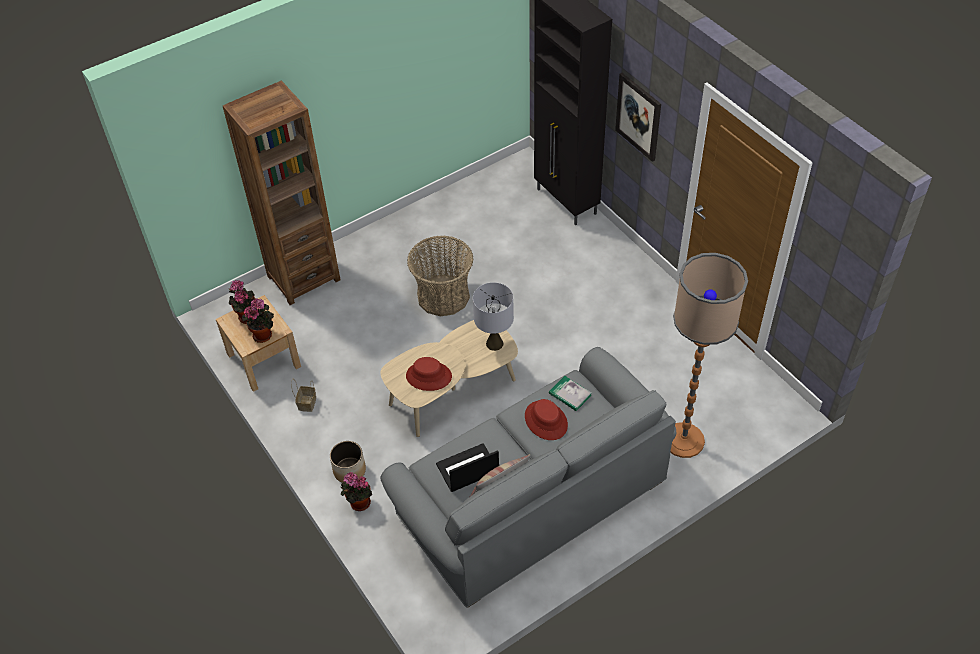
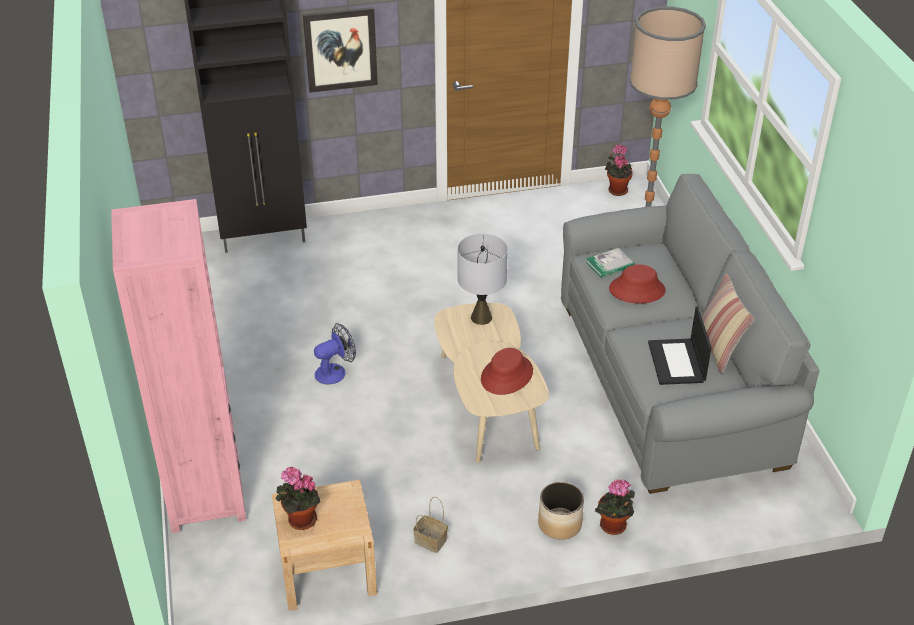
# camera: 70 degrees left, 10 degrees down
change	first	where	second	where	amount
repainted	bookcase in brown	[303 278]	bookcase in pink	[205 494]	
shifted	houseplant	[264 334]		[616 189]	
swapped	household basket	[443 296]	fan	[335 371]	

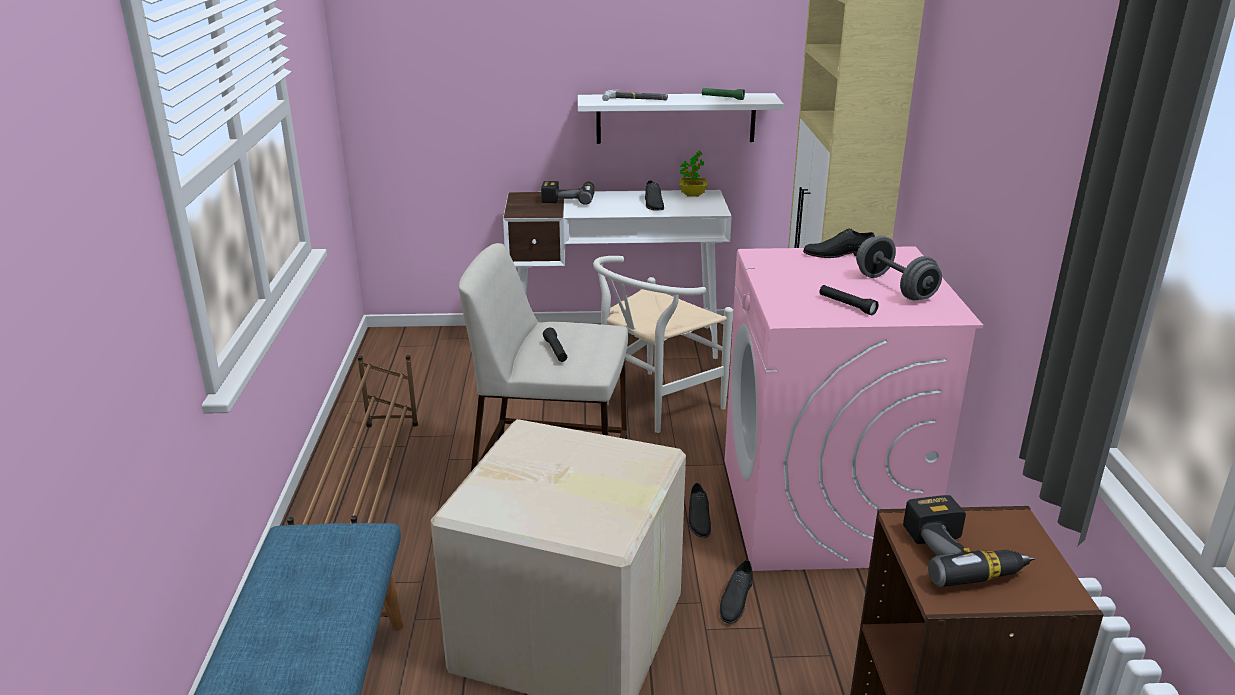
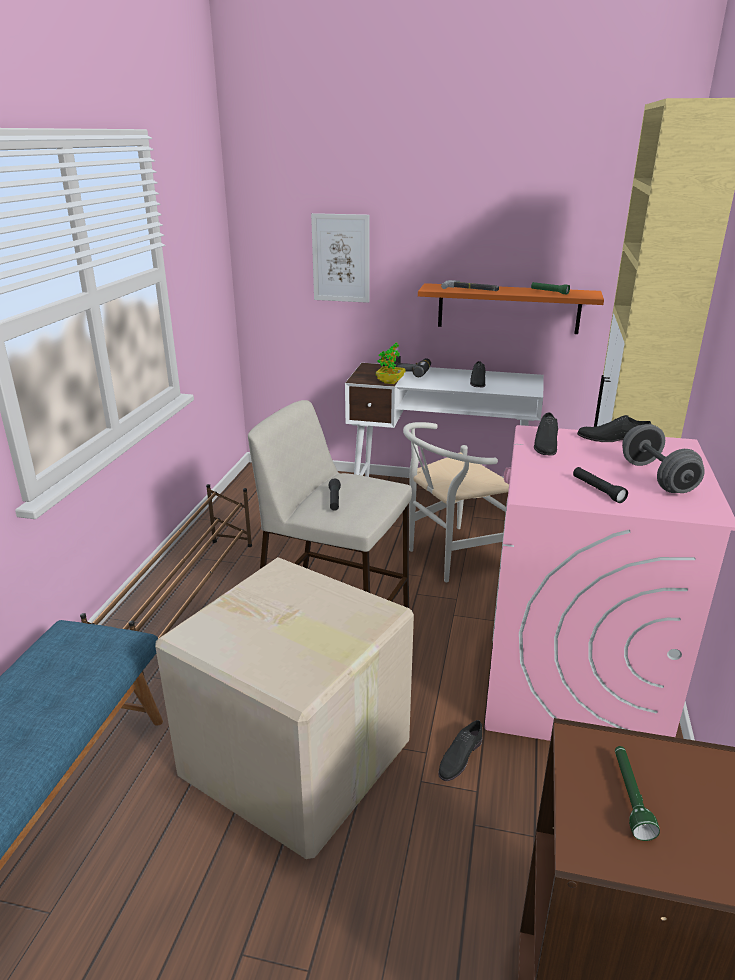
# camera: 15 degrees right, 0 degrees up
change	first	where	second	where	amount
repainted	wall shelf in white	[676 118]	wall shelf in orangey	[508 308]	
shifted	houseplant	[692 194]		[390 382]	
shifted	low shoe in black-coloured	[698 518]		[545 444]	
swapped	electric drill	[961 555]	hand torch in green	[630 797]	
new			wall picture	[341 258]	

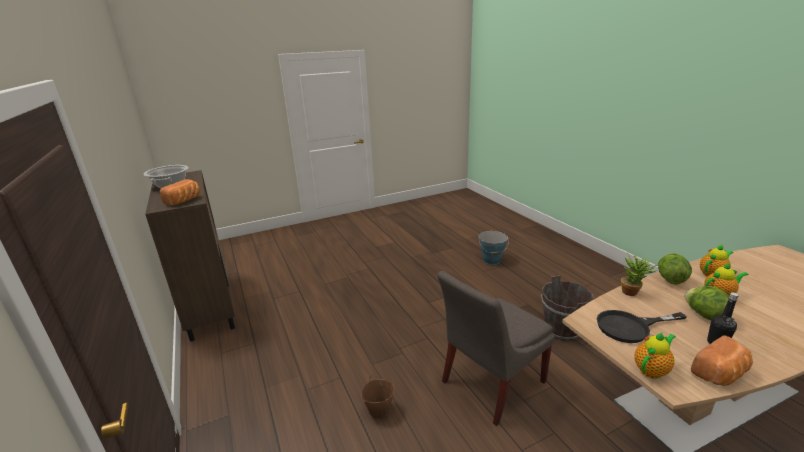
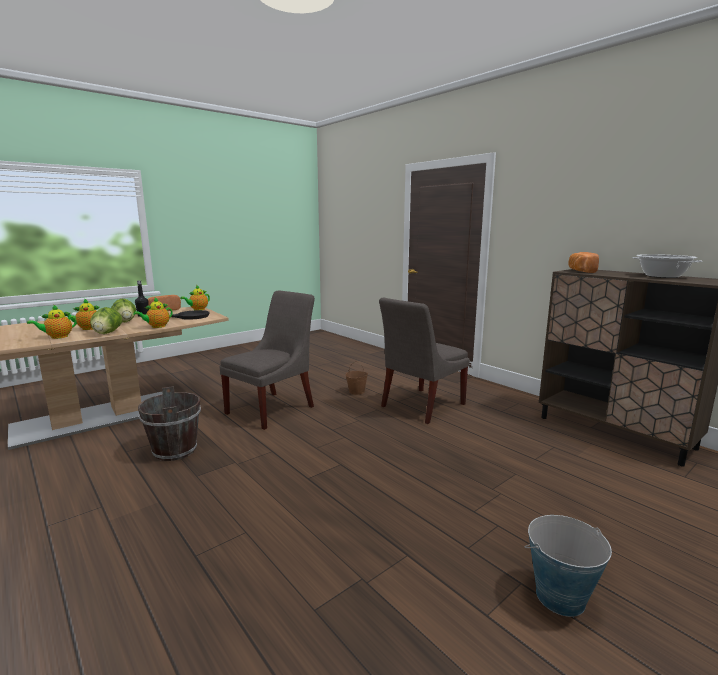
# camera: 165 degrees right, 10 degrees down
change	first	where	second	where	amount
shifted	bucket	[491 260]		[559 597]	
swapped	houseplant	[632 292]	teapot	[157 326]	
new			plain chair in gray	[420 406]	

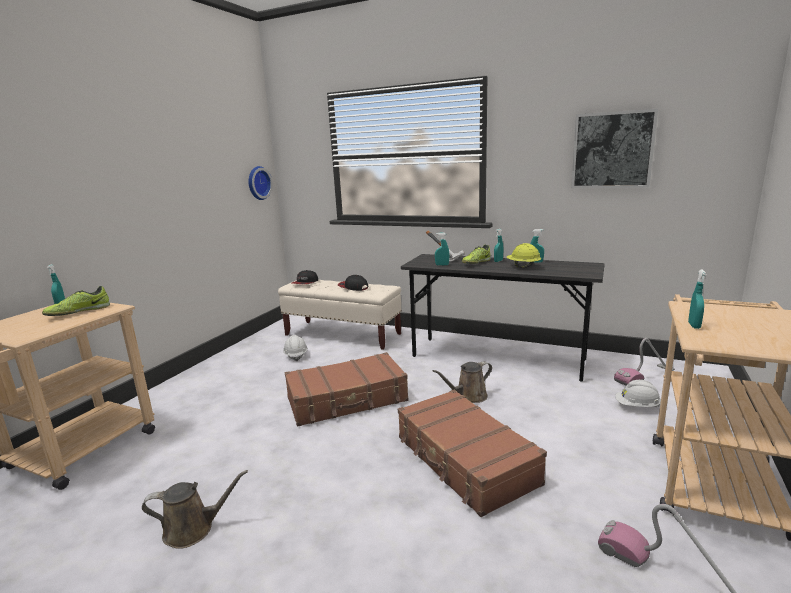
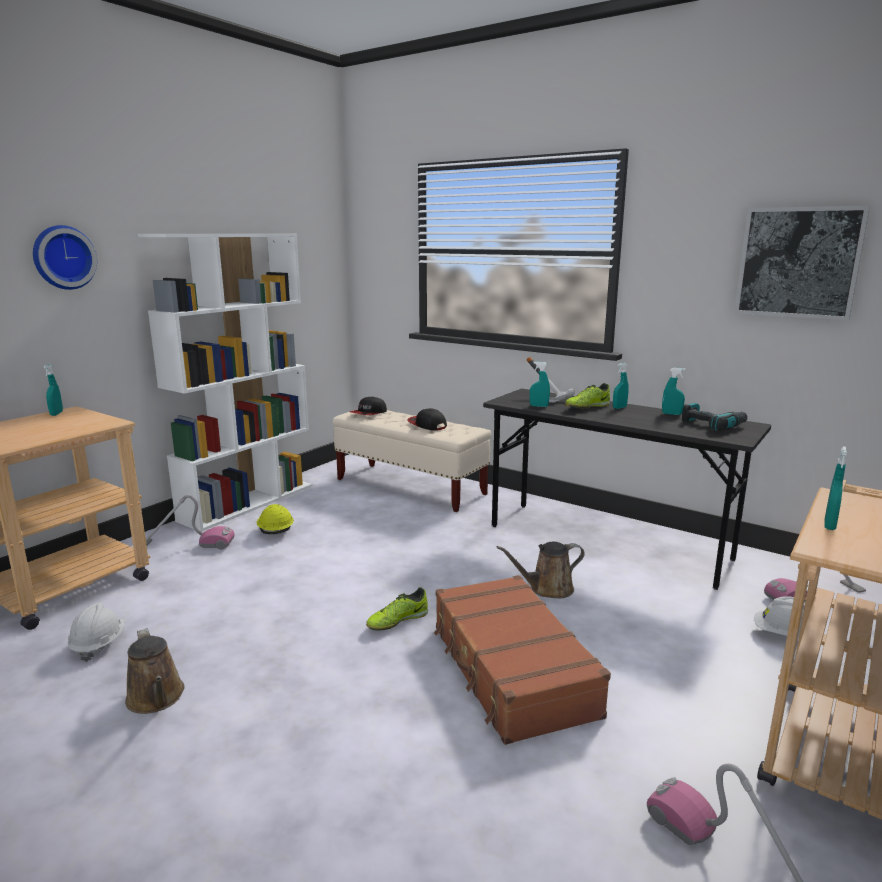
# camera: 10 degrees right, 0 degrees up
change	first	where	second	where	amount
shifted	low shoe	[78 312]		[397 621]	
rotated	watering can in brown	[193 529]		[156 698]	60 degrees clockwise
shifted	clock on the wall	[257 183]		[63 257]	
shifted	work helmet in white	[296 355]		[98 644]	
gone	travel case in brown	[347 400]			
shifted	work helmet in yellowish	[523 267]		[275 532]	
new			bookcase in white	[248 502]	
new			hoover	[186 544]	
new			electric drill	[712 425]	

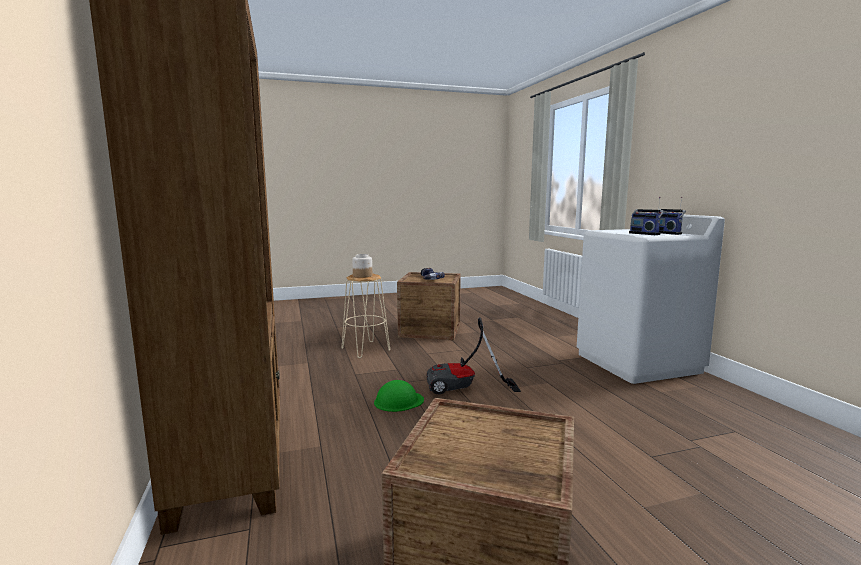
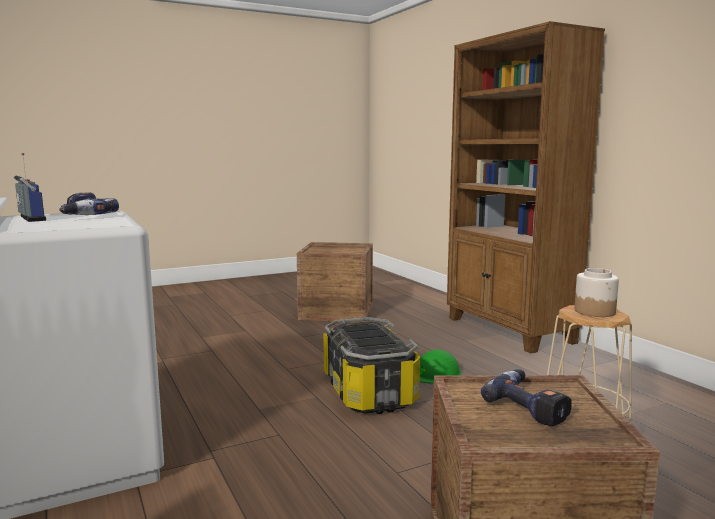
# camera: 170 degrees right, 0 degrees up
change	first	where	second	where	amount
swapped	hoover	[464 389]	storage container	[369 391]	
swapped	radio receiver	[645 234]	electric drill	[82 216]	

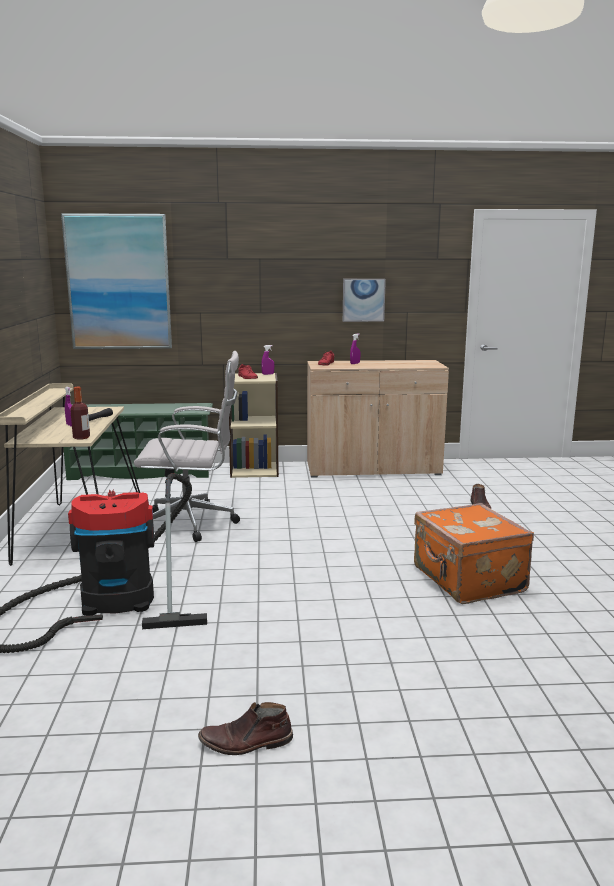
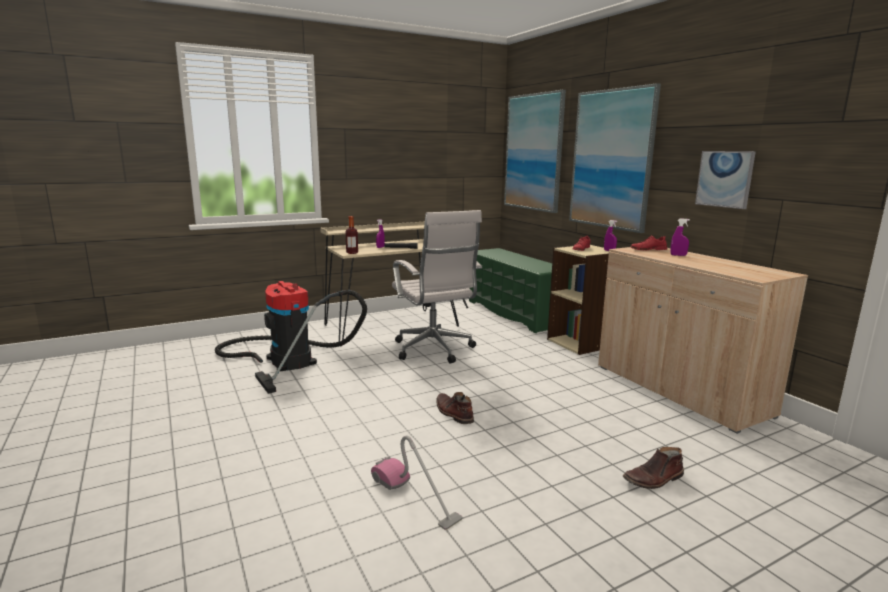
# camera: 65 degrees right, 0 degrees up
change	first	where	second	where	amount
shifted	high-top boot in brown	[246 743]		[453 413]	
swapped	travel case in orangey	[467 580]	hoover	[414 497]	
new			wall picture	[611 159]	

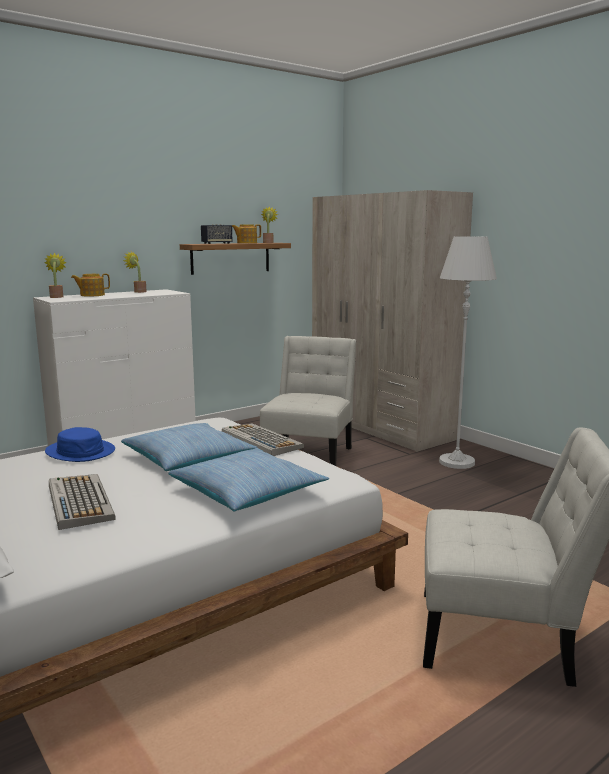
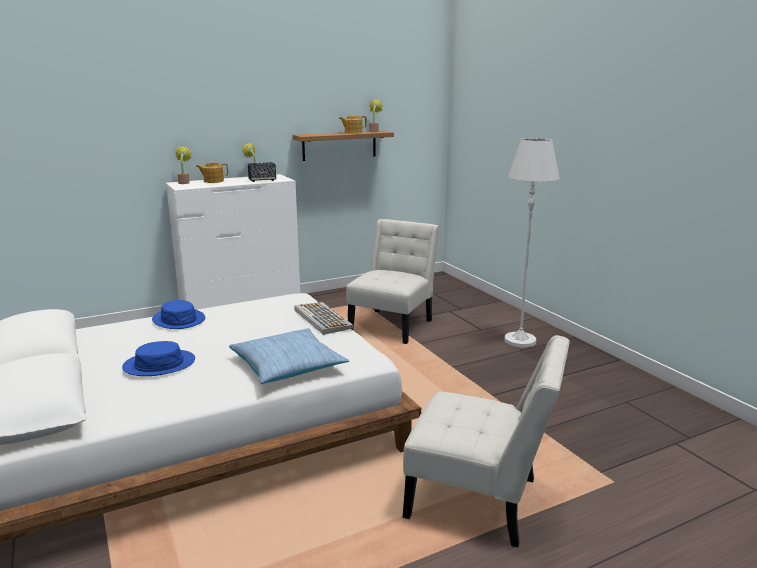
# camera: 10 degrees right, 5 degrees up
change	first	where	second	where	amount
swapped	keyboard	[79 501]	hat in bluish	[159 364]	
gone	pillow	[188 458]			
shifted	audio speaker	[216 243]		[262 180]	
gone	clothes cupboard in beige-coloured	[380 426]			

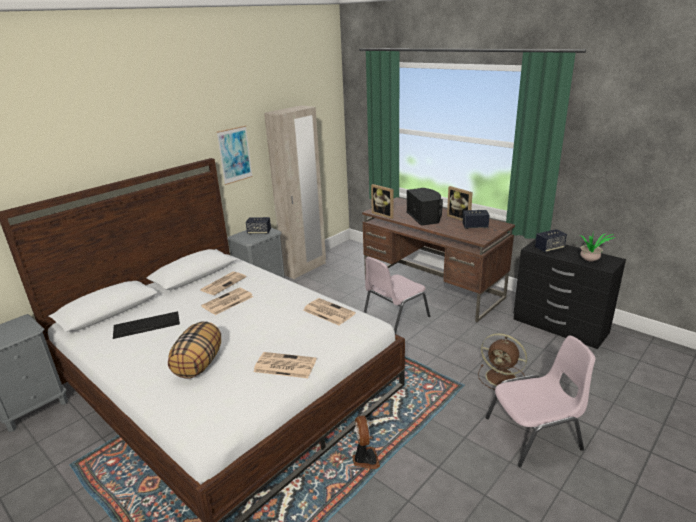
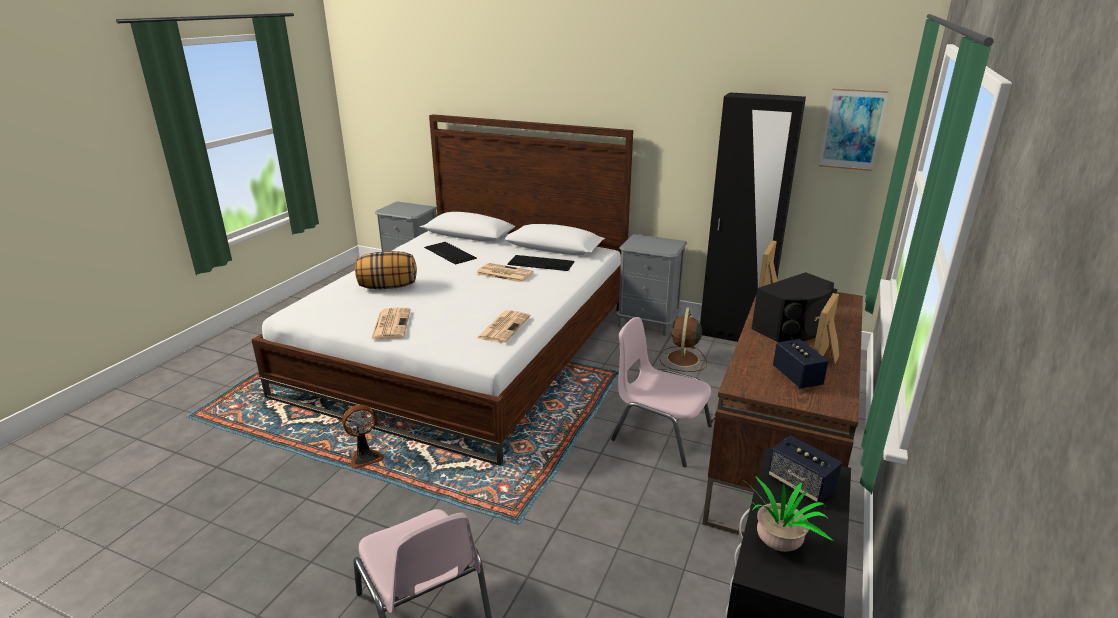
# camera: 70 degrees right, 0 degrees up
change	first	where	second	where	amount
swapped	daily paper	[223 283]	keyboard	[541 263]	
shifted	wall picture	[234 155]		[852 129]	
gone	audio speaker	[259 232]			
repainted	clothes cupboard in beige-coloured	[304 269]	clothes cupboard in black-coloured	[733 335]	
shifted	fan in brown	[502 378]		[682 359]	

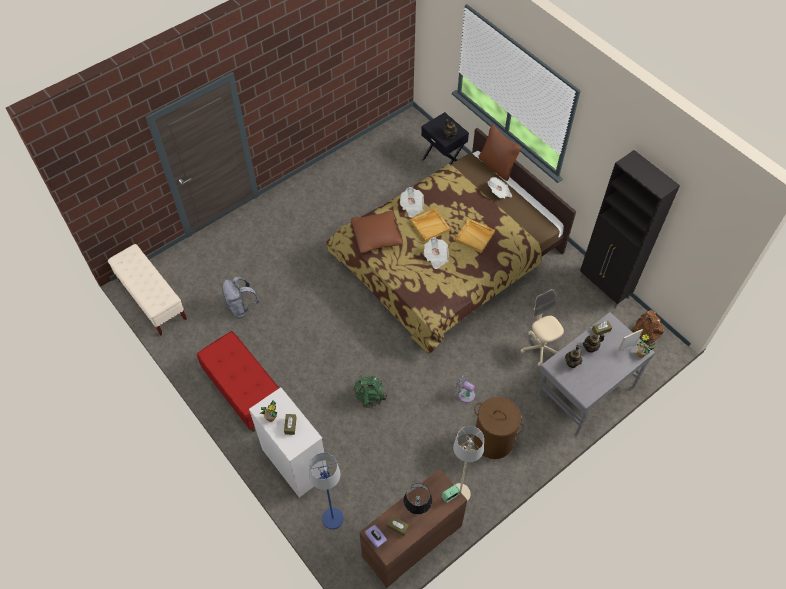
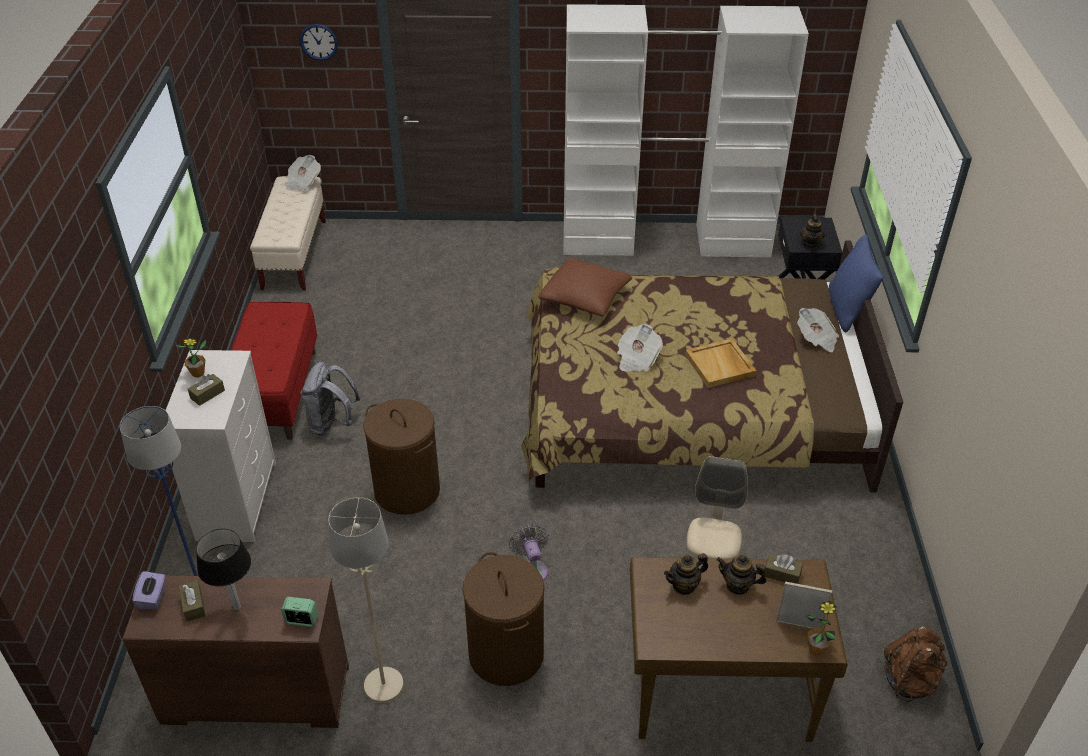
# camera: 40 degrees right, 15 degrees down
change	first	where	second	where	amount
shifted	rucksack in gray	[241 307]		[332 424]	
swapped	rucksack in green	[370 396]	washing basket in brown	[406 491]	
shifted	daily paper	[412 207]		[303 182]	
gone	carrying tray in beige-coloured	[430 226]			
repainted	pillow in brown	[497 166]	pillow in bluish	[848 310]	
repainted	desk table in gray	[584 391]	desk table in brown	[718 689]	
gone	storage cabinet in black-coloured	[604 288]			
new			clock on the wall	[319 42]	
new			clothes cupboard in white	[666 239]	

